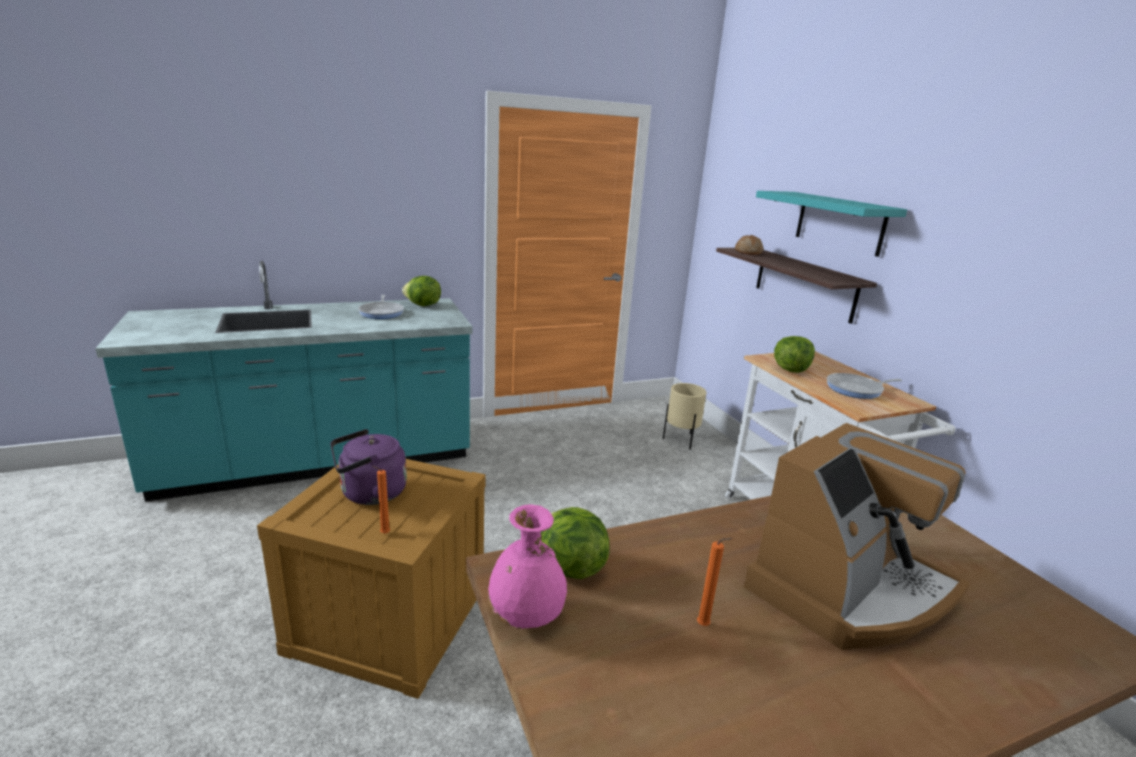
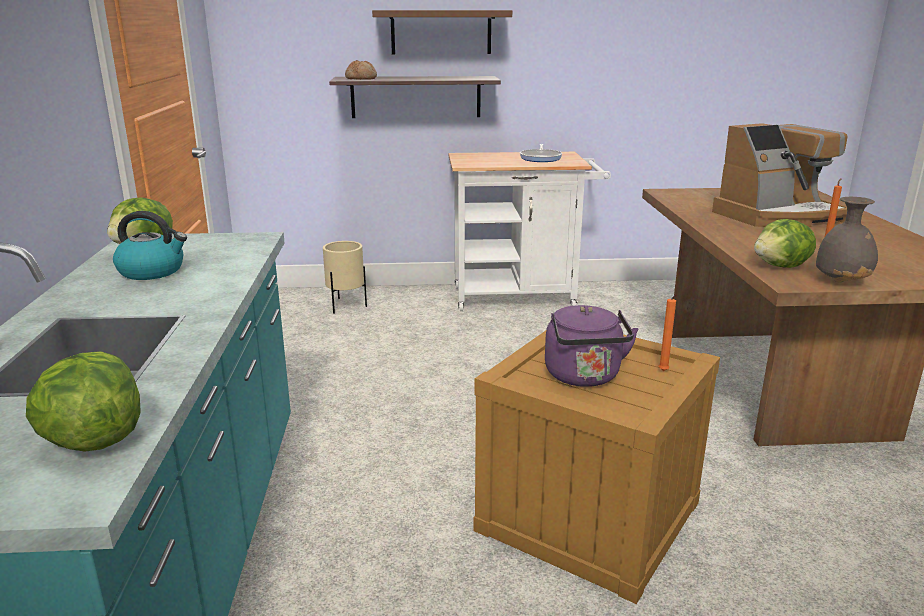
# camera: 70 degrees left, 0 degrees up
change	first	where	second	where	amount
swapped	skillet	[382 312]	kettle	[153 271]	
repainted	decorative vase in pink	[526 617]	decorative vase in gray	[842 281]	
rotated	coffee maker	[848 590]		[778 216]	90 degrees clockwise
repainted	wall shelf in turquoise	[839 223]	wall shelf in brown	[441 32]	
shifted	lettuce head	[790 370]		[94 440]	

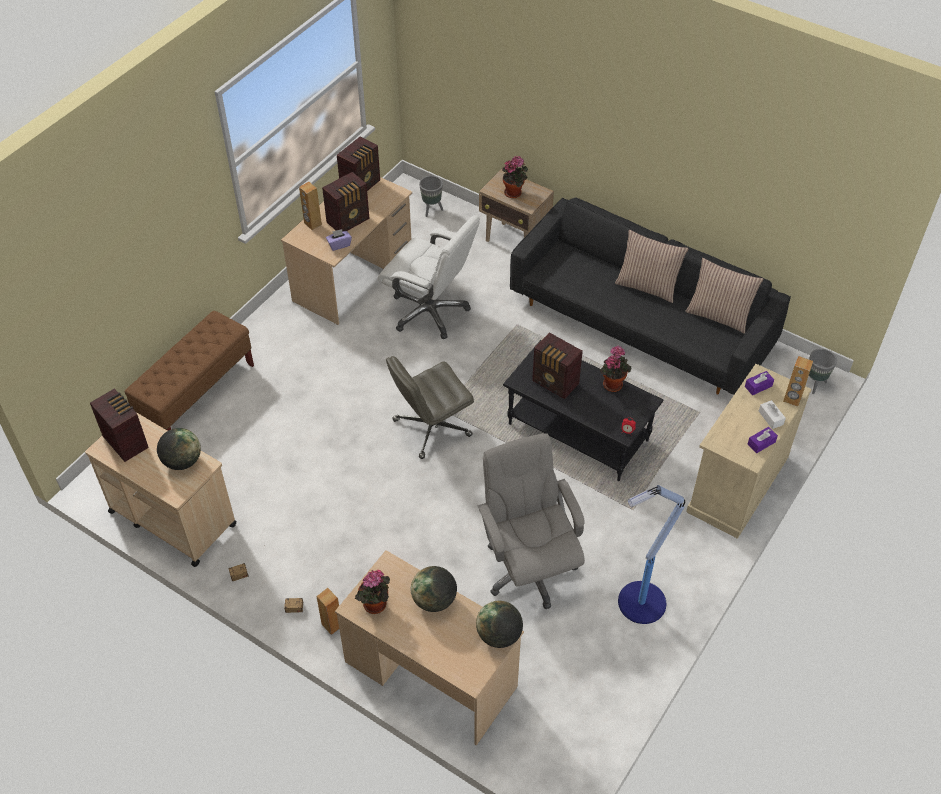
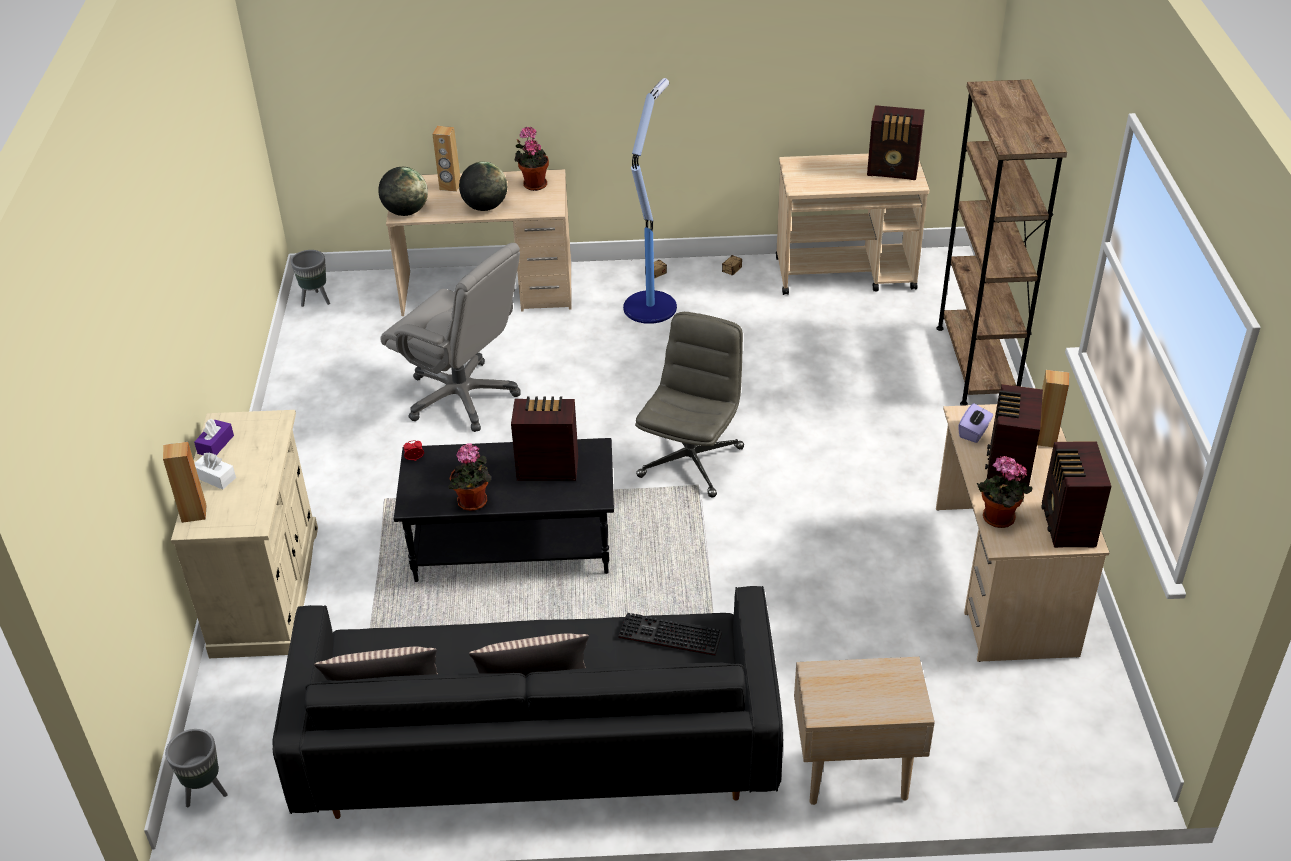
# camera: 145 degrees right, 10 degrees down
change	first	where	second	where	amount
swapped	bench in brown	[197 394]	bookcase in brown	[976 364]	
gone	world globe	[182 461]			
shifted	audio speaker in brown	[332 625]		[450 186]	
gone	computer chair in white	[430 312]			
shifted	plant pot in gray	[432 210]		[316 301]	
shifted	houseplant	[514 193]		[997 519]	
shifted	standard lamp	[640 603]		[651 306]	
gone	tissue holder in purple-coloured	[758 386]			
new			keyboard	[667 637]	

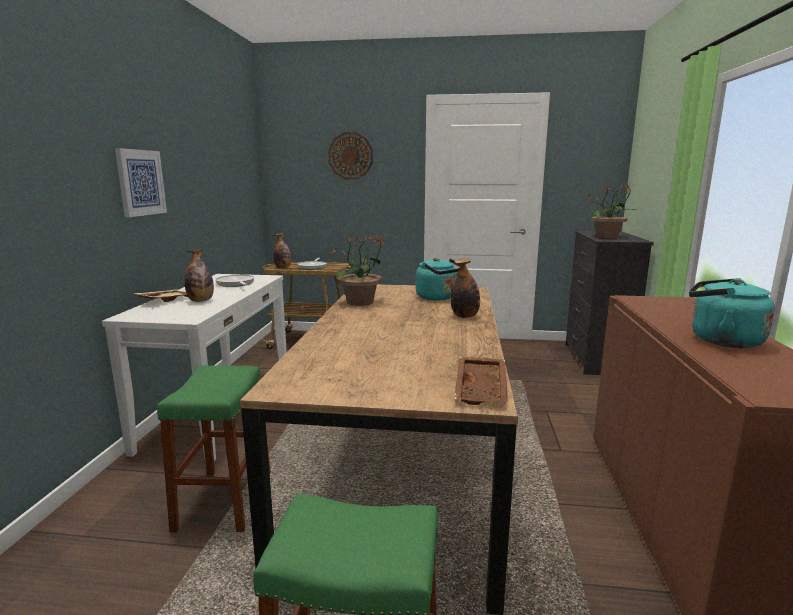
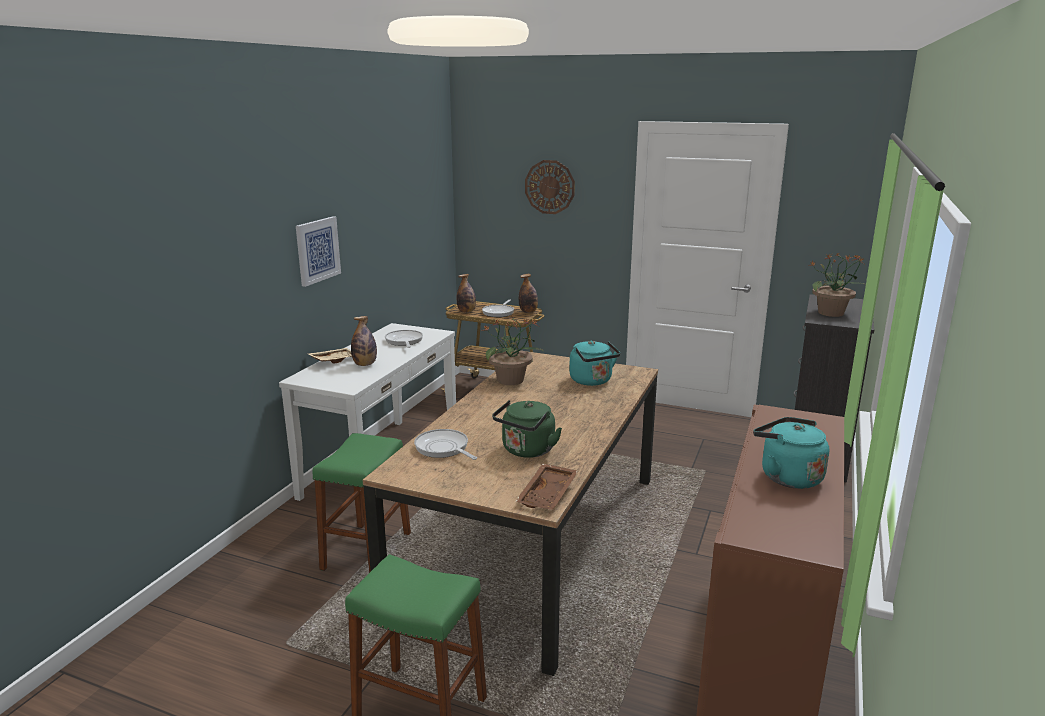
# camera: 15 degrees right, 5 degrees up
change	first	where	second	where	amount
shifted	drink bottle	[464 316]		[528 312]	
new			skillet	[443 448]	
new			kettle in green	[527 451]	

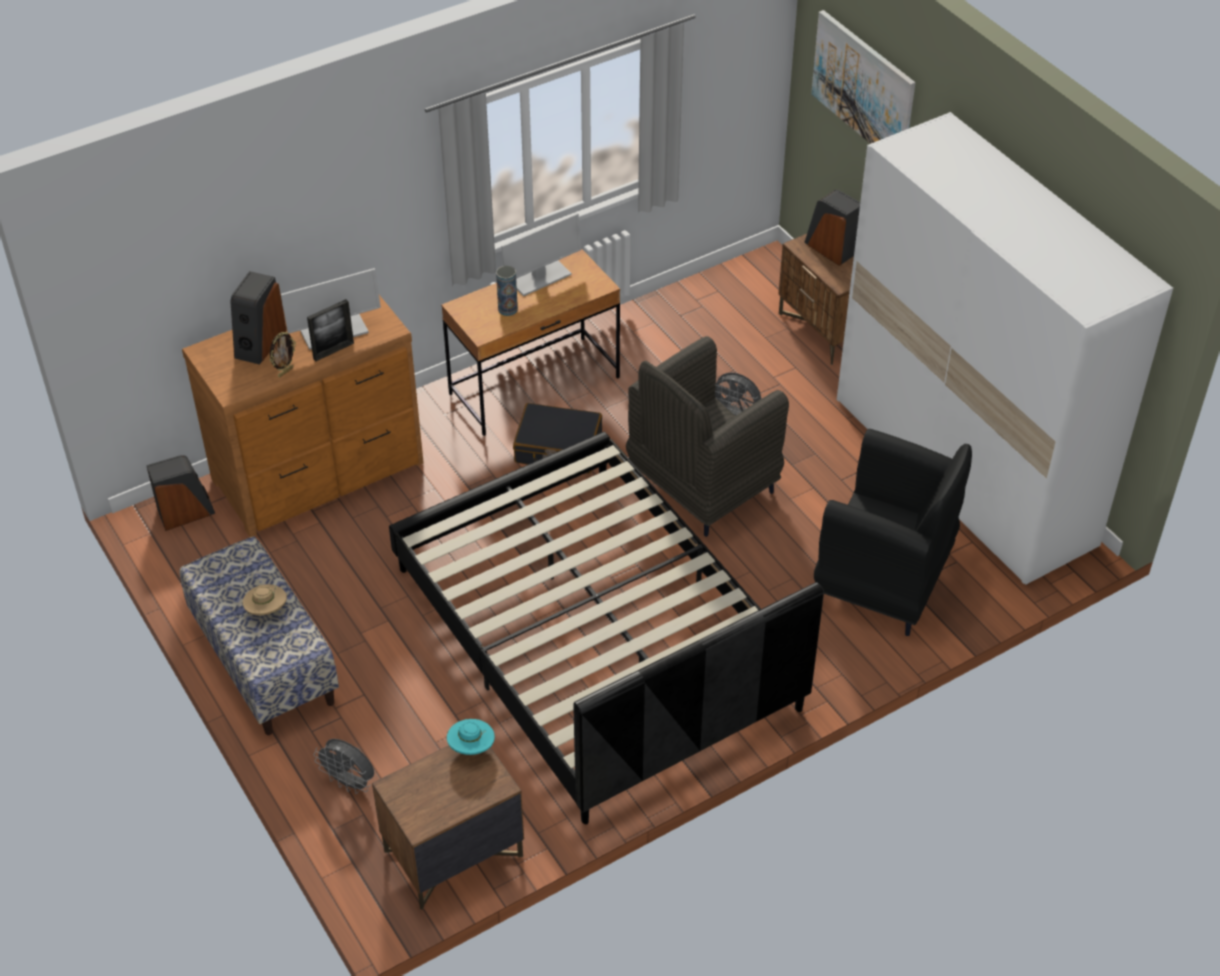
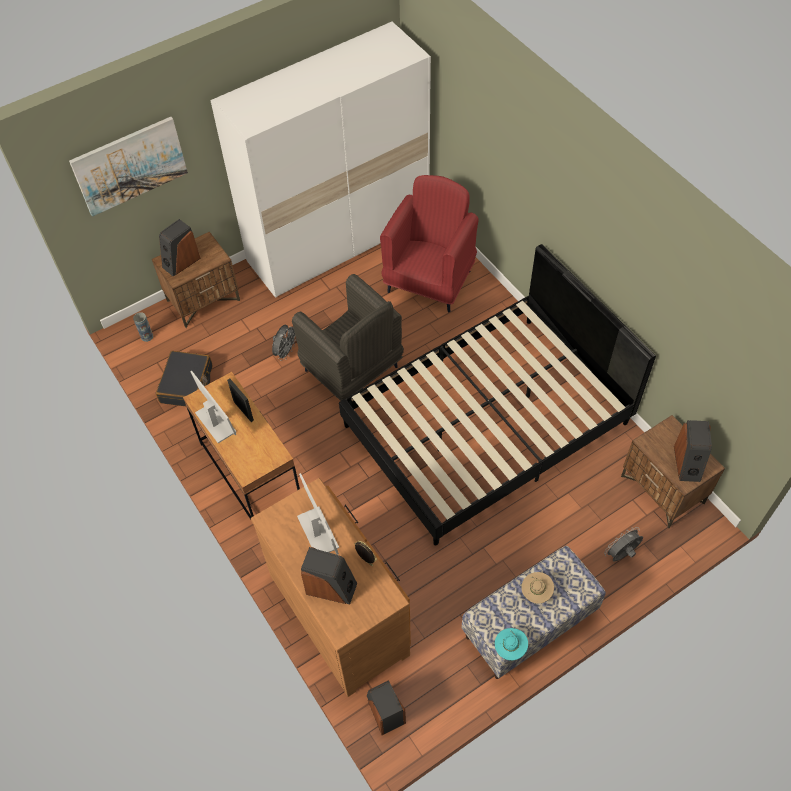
# camera: 90 degrees left, 10 degrees up
change	first	where	second	where	amount
shifted	photo frame	[333 351]		[243 411]	
rotated	fan in gray	[350 782]		[621 555]	150 degrees counterclockwise
shifted	hat in turquoise	[471 747]		[510 648]	
shifted	decorative vase	[507 309]		[147 336]	
shifted	travel case in black-coloured	[558 448]		[187 384]	
repainted	armchair in black-coloured	[884 582]	armchair in reddish	[429 280]	
new			audio speaker	[688 463]	

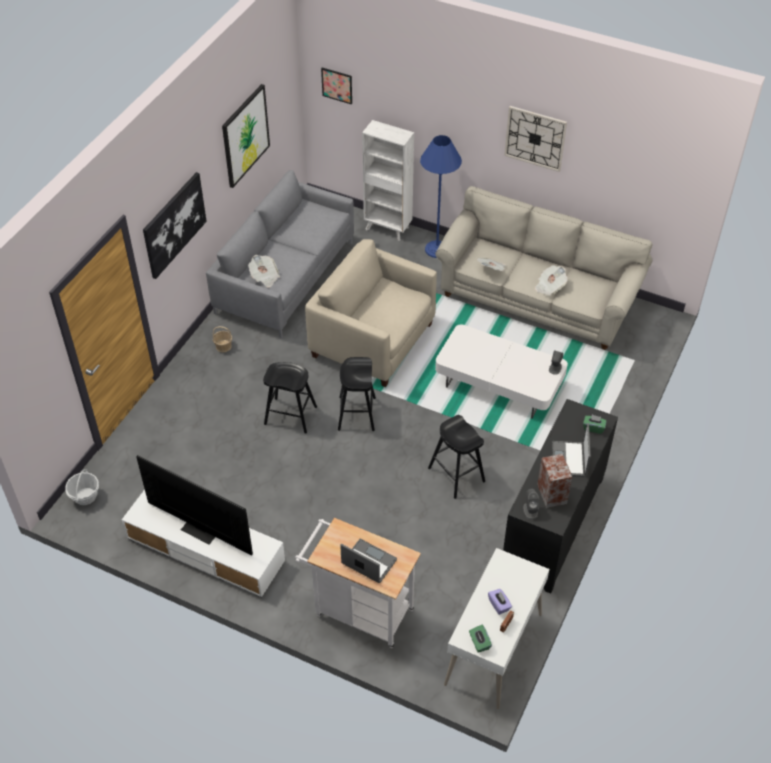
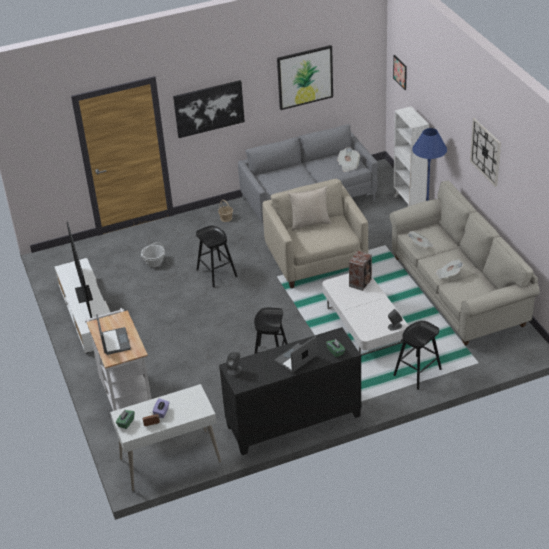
# camera: 45 degrees right, 10 degrees down
change	first	where	second	where	amount
shifted	household basket	[85 496]		[154 262]	
shifted	daily paper	[264 277]		[348 165]	
shifted	stool in black-coloured	[356 414]		[417 372]	
shifted	audio speaker	[552 493]		[361 282]	
new			pillow in beige-coloured	[310 223]	

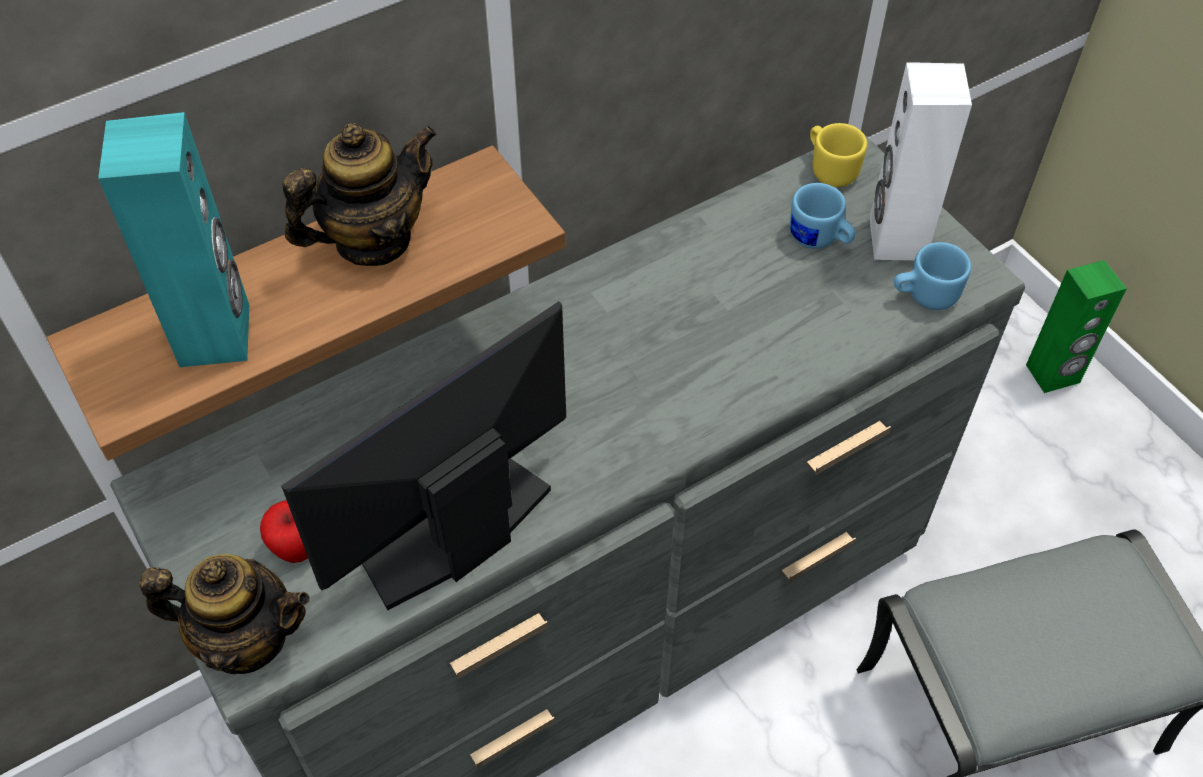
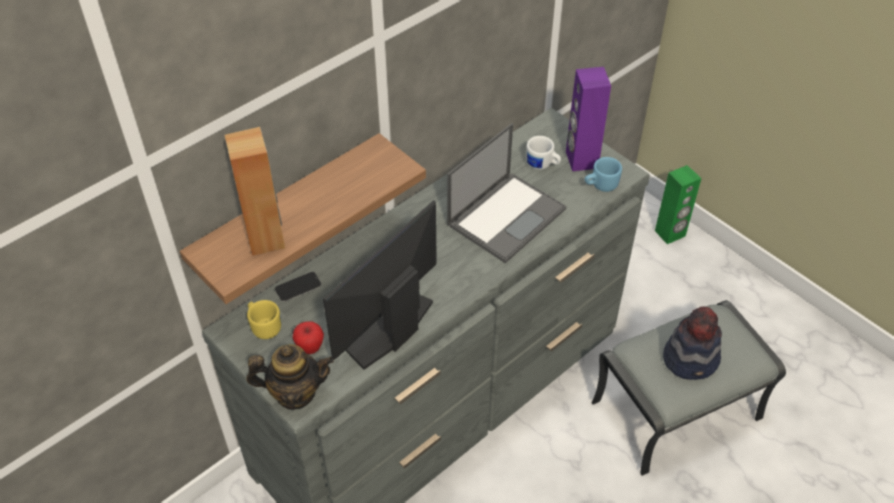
# camera: 10 degrees left, 5 degrees down
change	first	where	second	where	amount
repainted	audio speaker in turquoise	[216 335]	audio speaker in brown	[266 238]	
gone	teapot	[373 240]			
repainted	mug in bluish	[819 239]	mug in white	[542 165]	
shifted	mug in yellowish	[830 169]		[264 326]	
repainted	audio speaker in white	[896 239]	audio speaker in purple-coloured	[581 160]	
new			telephone	[298 287]	
new			notebook computer	[507 216]	
new			hat	[691 358]	

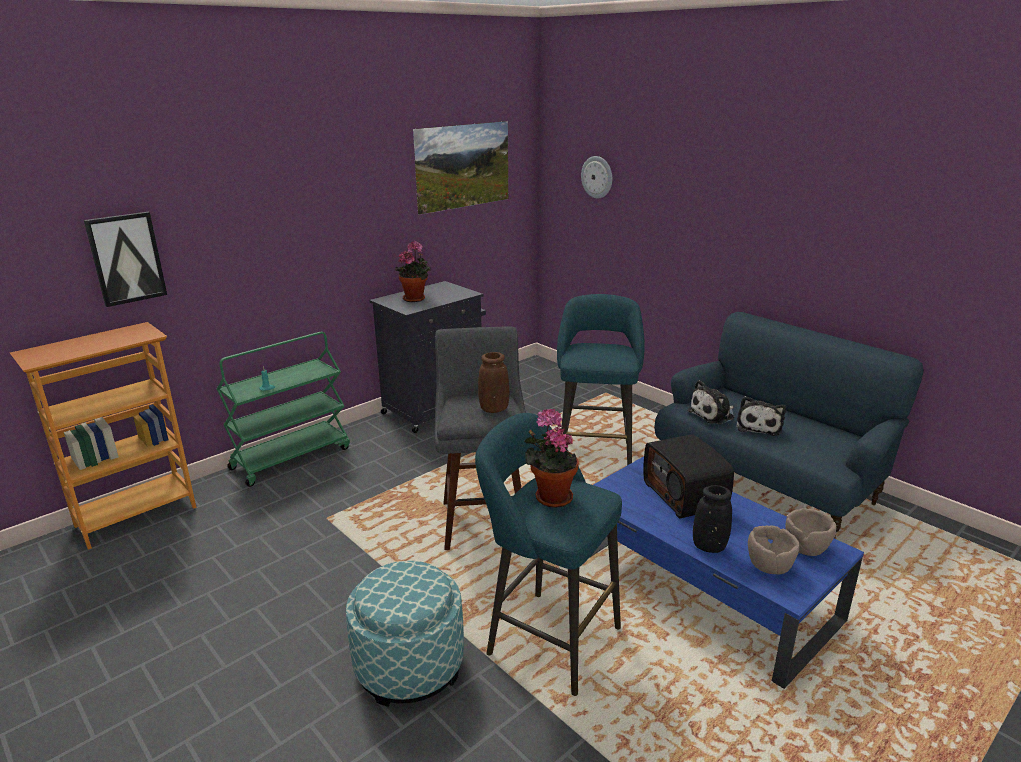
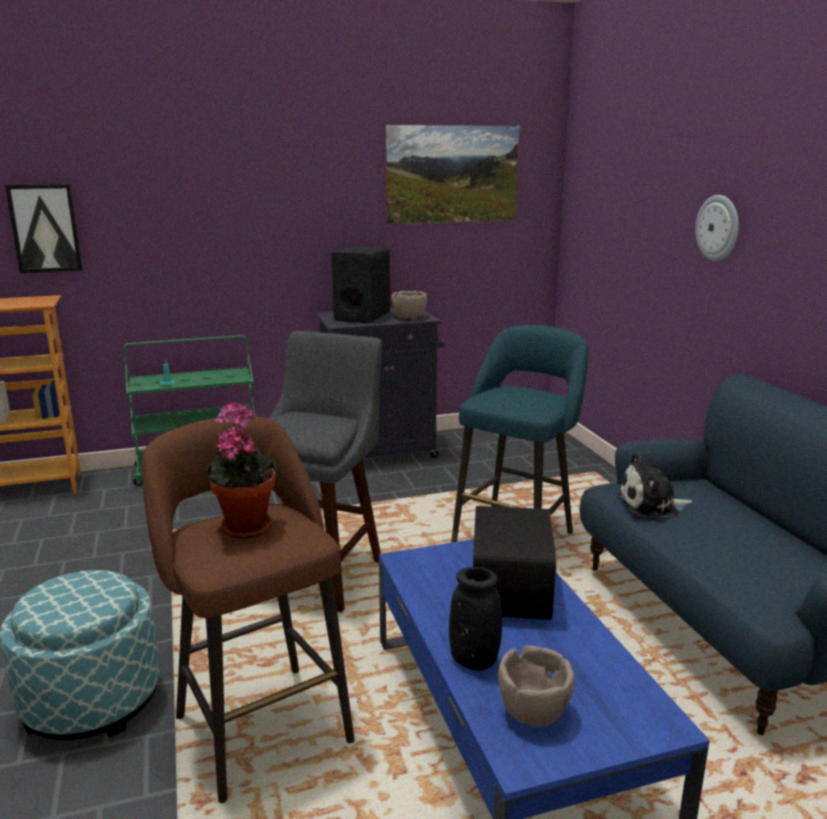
# camera: 25 degrees right, 5 degrees down
change	first	where	second	where	amount
swapped	houseplant	[416 298]	audio speaker in black-coloured	[362 316]	
repainted	stool in turquoise	[547 638]	stool in brown	[259 723]	
gone	decorative vase in brown	[494 409]			
shifted	clock on the wall	[597 177]		[718 228]	
gone	plush toy	[759 426]			
shifted	bowl in brown	[806 547]		[409 317]	

